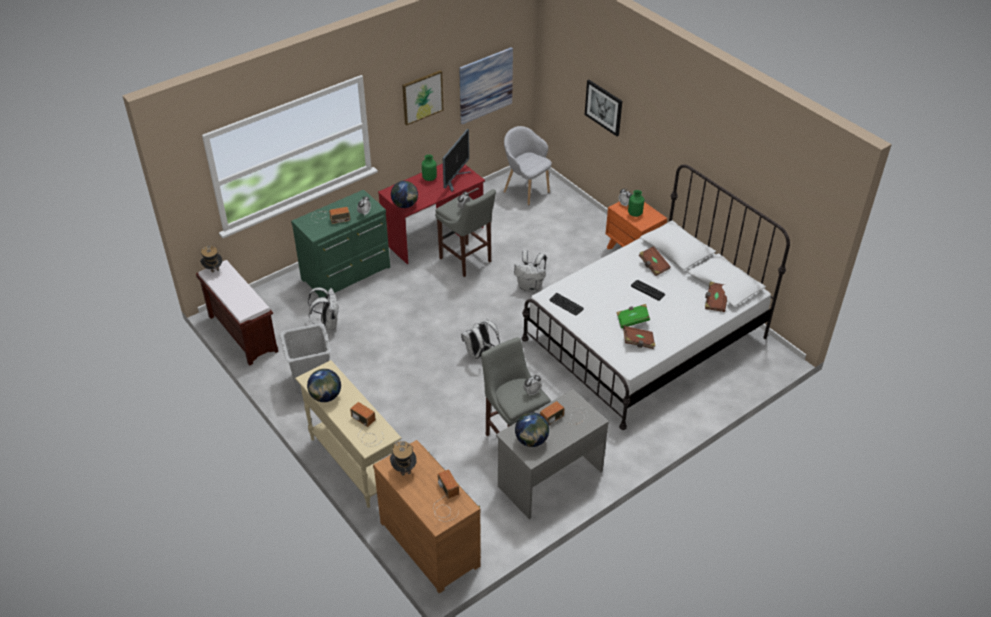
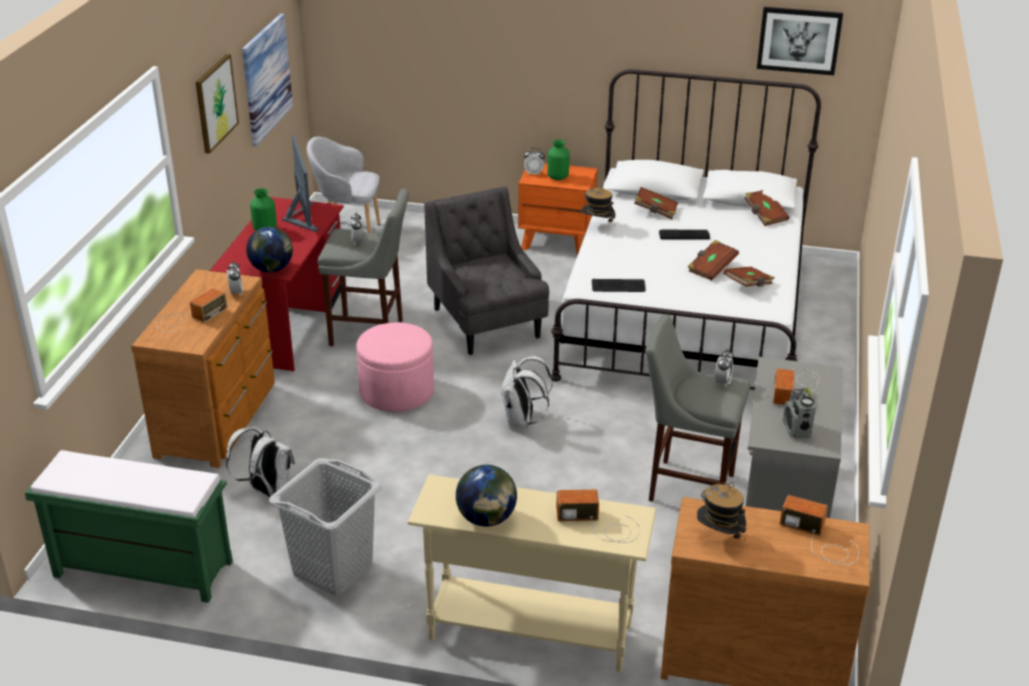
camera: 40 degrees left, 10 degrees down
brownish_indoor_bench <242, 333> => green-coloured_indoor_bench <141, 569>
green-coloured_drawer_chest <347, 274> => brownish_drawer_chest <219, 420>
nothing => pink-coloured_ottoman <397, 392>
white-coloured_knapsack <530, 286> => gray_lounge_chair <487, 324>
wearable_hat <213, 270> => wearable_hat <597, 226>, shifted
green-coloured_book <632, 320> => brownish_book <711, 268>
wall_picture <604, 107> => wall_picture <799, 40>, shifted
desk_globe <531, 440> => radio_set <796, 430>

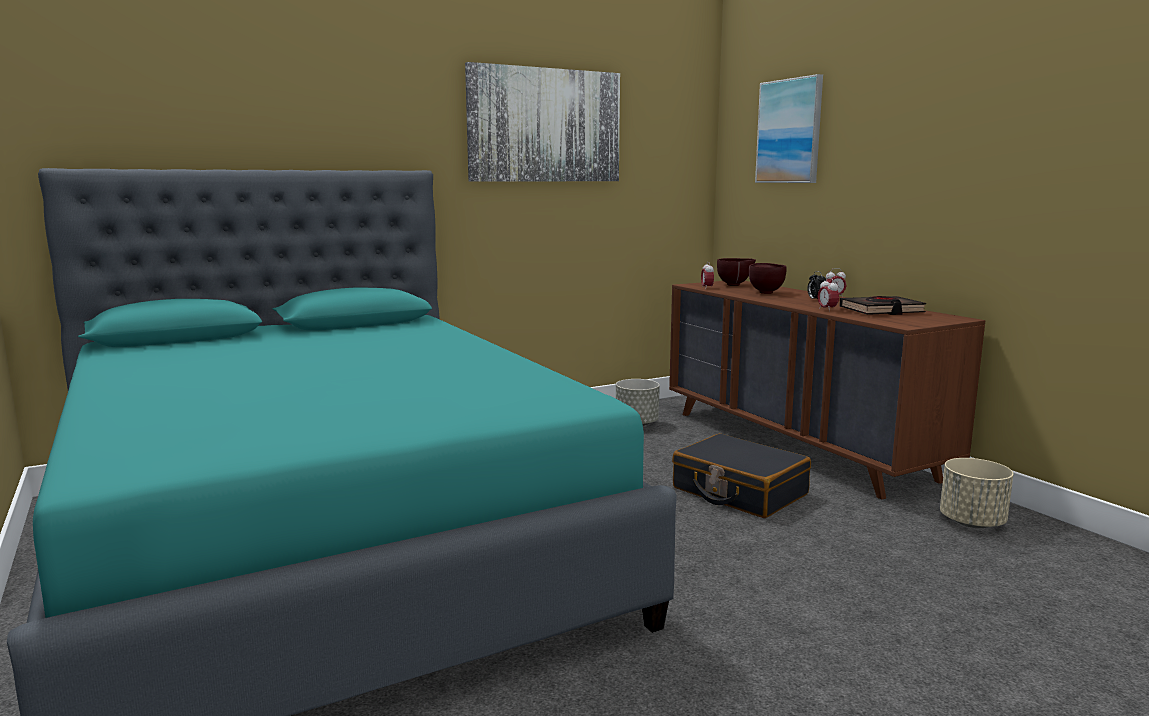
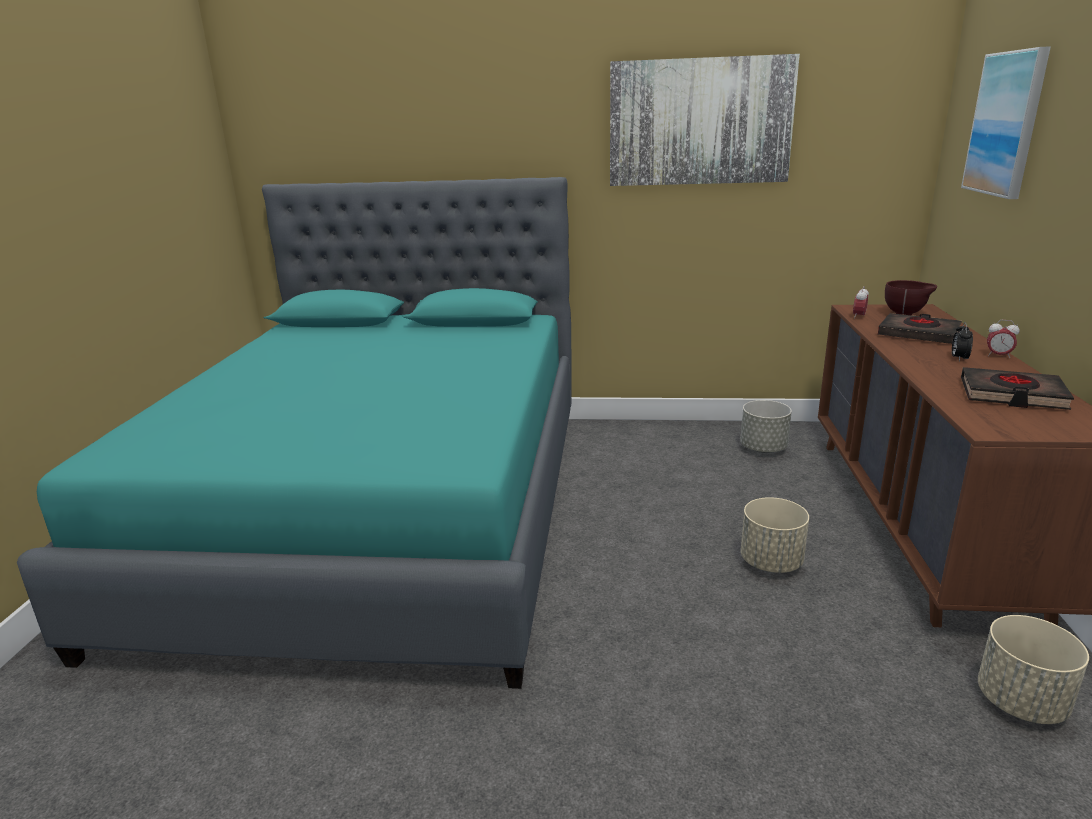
camera: 35 degrees right, 10 degrees up
blackish_travel_case <739, 492> => beige_planter <771, 563>
brownish_deep_dish <765, 292> => blackish_book <918, 334>
table_clock <827, 309> => nothing

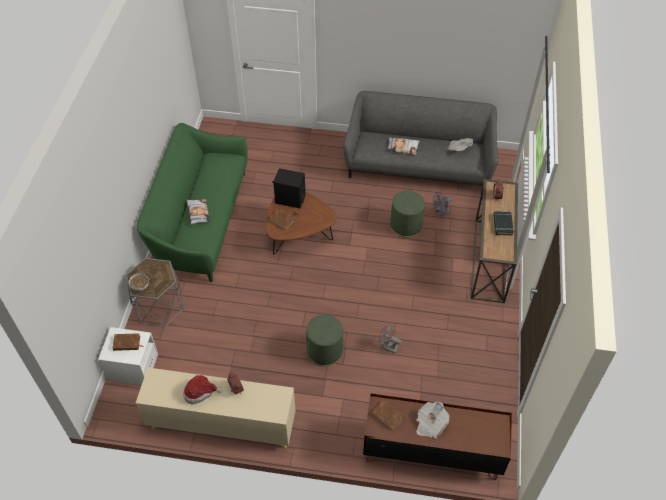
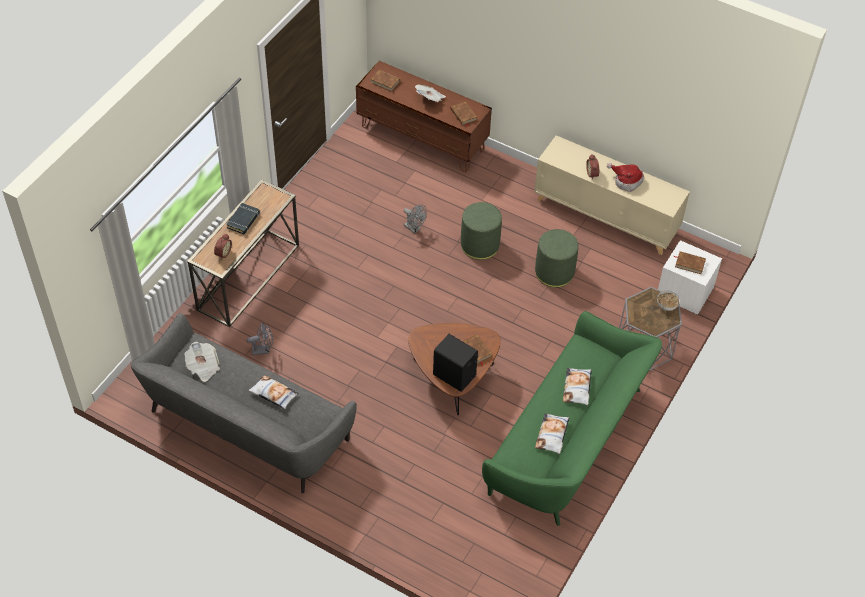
camera: 160 degrees left, 0 degrees up
nothing => brownish_book <385, 82>
green-coloured_ottoman <406, 225> => green-coloured_ottoman <554, 272>, shifted
nothing => pillow <552, 435>

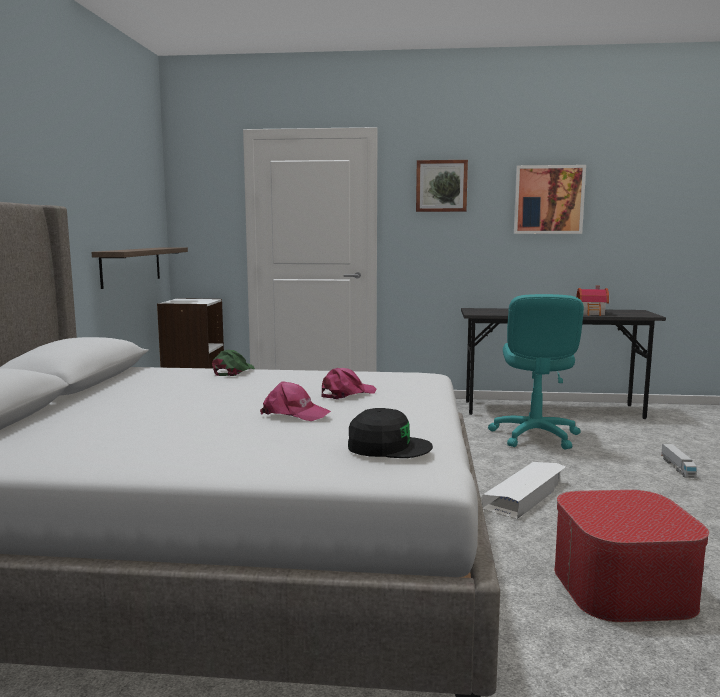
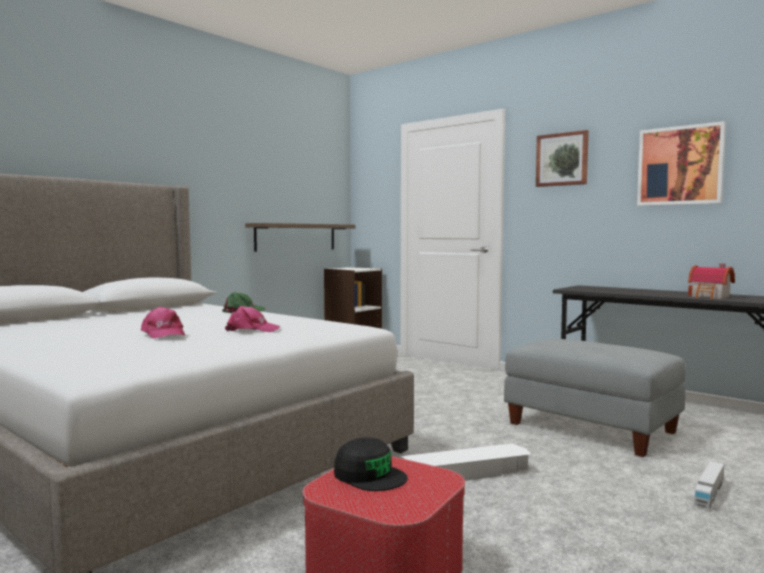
camera: 35 degrees right, 5 degrees down
blackish_baseball_cap <388, 446> => blackish_baseball_cap <369, 475>, shifted
blue-green_computer_chair <534, 436> => gray_ottoman <589, 428>

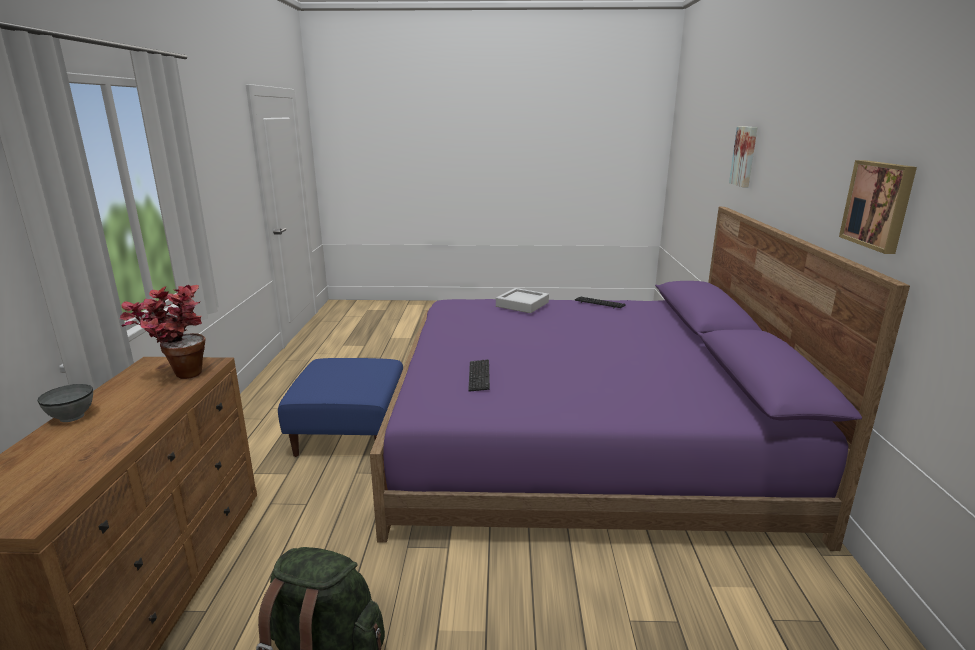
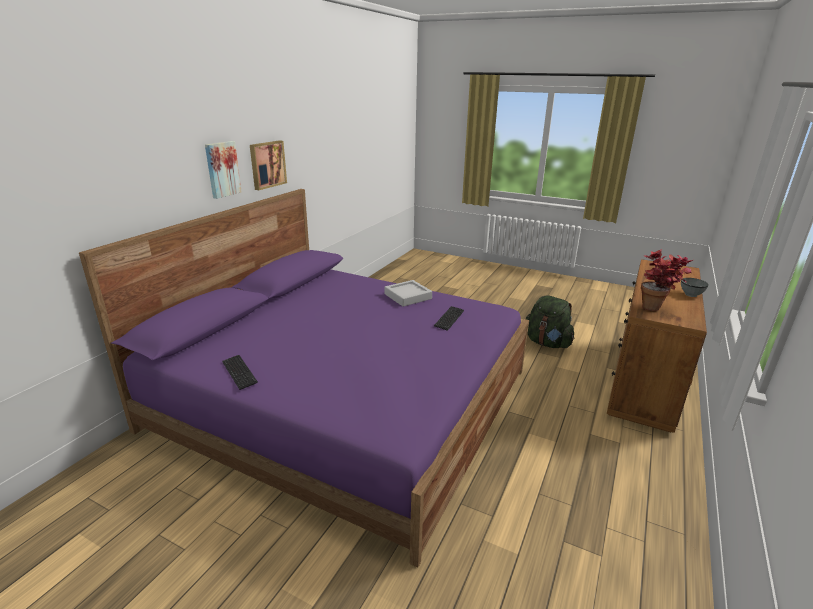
camera: 155 degrees left, 5 degrees up
wall_picture <745, 156> => wall_picture <222, 169>, shifted
gray_carrying_tray <522, 304> => gray_carrying_tray <408, 296>, shifted
bluish_ottoman <350, 432> => nothing

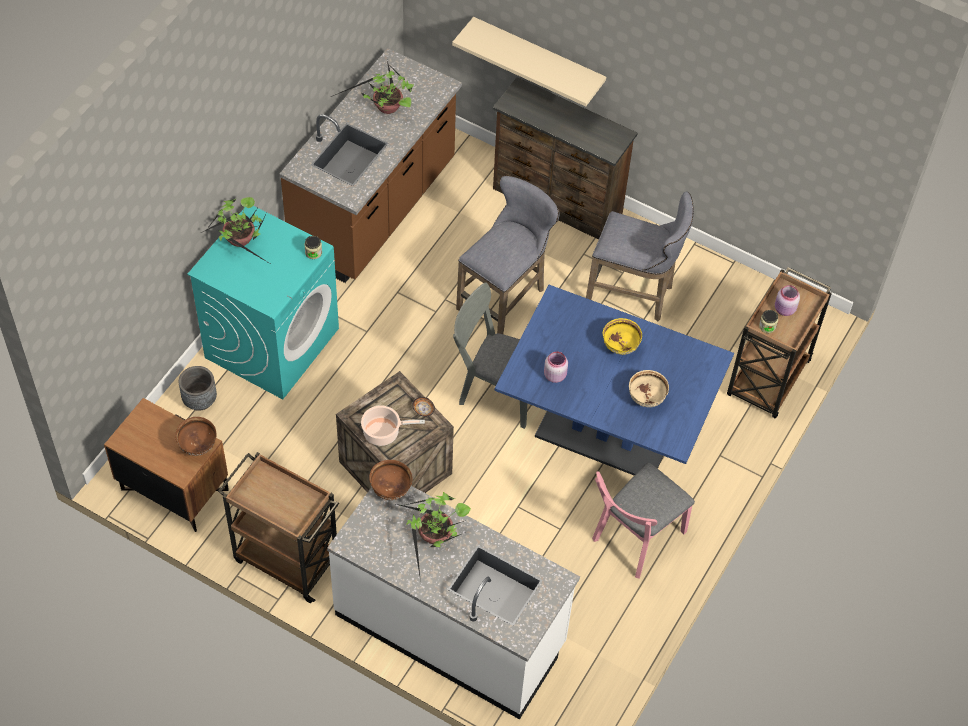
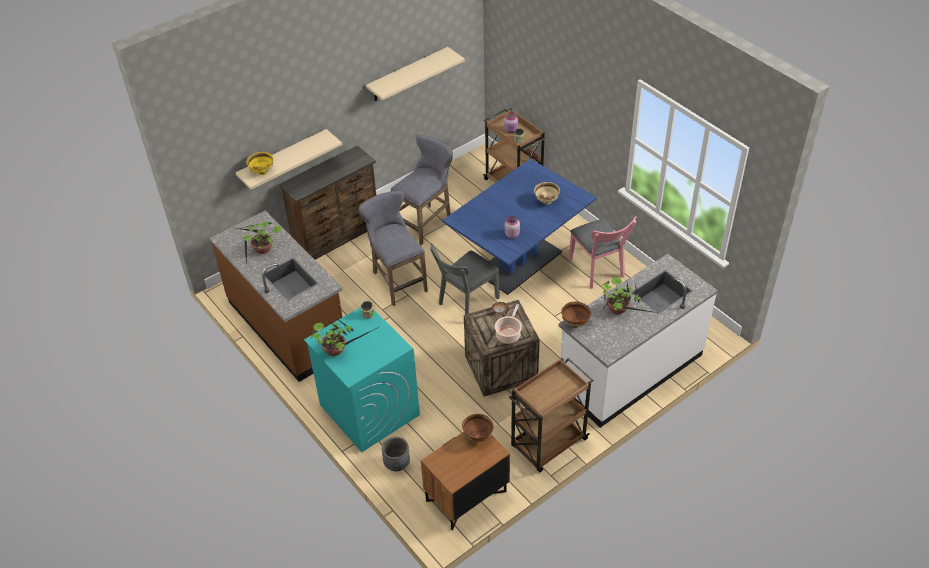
camera: 65 degrees left, 10 degrees down
yellow_deep_dish <620, 347> => yellow_deep_dish <262, 172>, shifted
nothing => beige_bracket_shelf <408, 74>

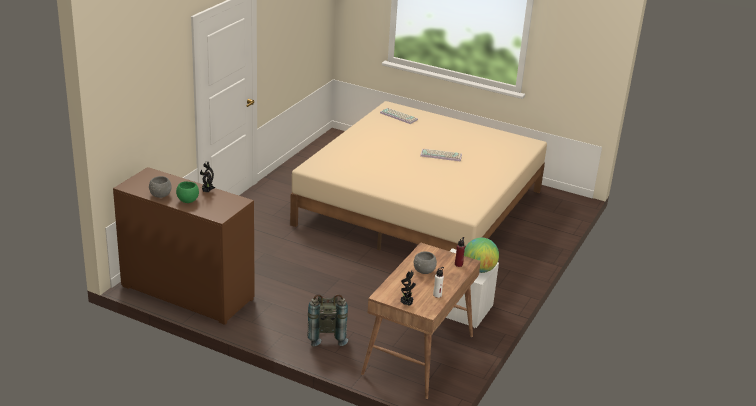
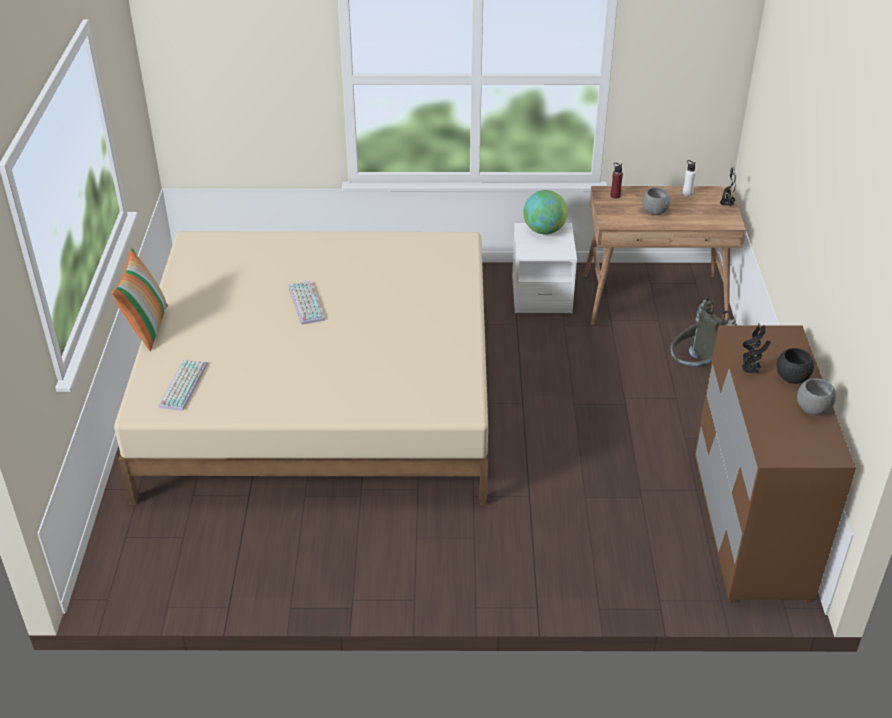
camera: 115 degrees left, 10 degrees up
nothing => pillow <146, 327>
green-coloured_deep_dish <188, 200> => blackish_deep_dish <792, 378>

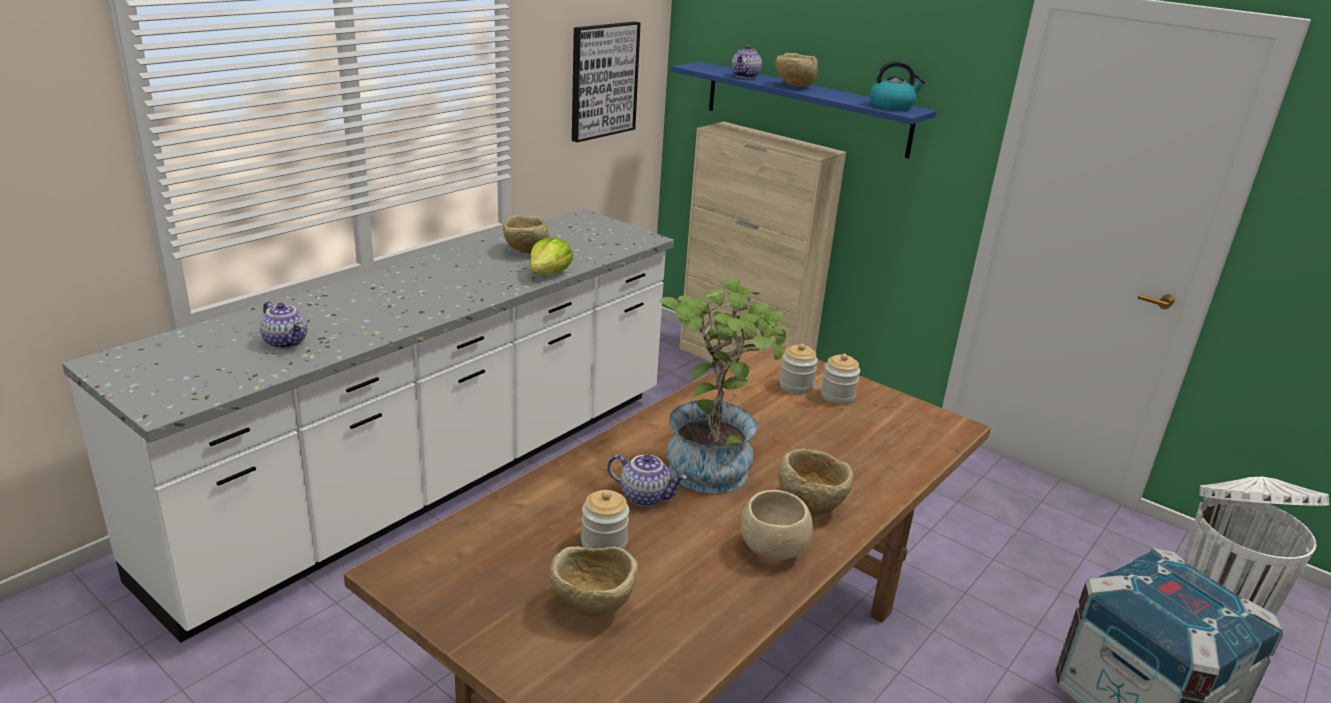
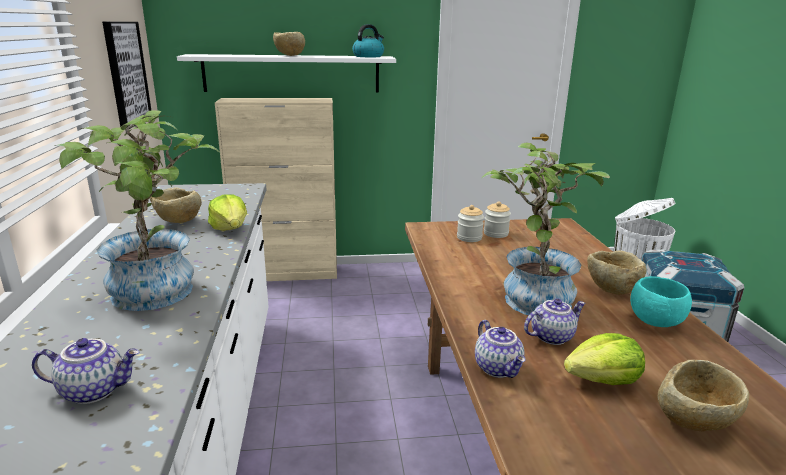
camera: 45 degrees left, 5 degrees down
nothing => potted_plant <160, 295>
bluish_bracket_shelf <805, 108> => white-coloured_bracket_shelf <292, 73>
tea_pot <746, 76> => tea_pot <499, 368>, shifted
storage_jar <604, 543> => lettuce <603, 380>
beige_deep_dish <771, 550> => blue-green_deep_dish <655, 322>

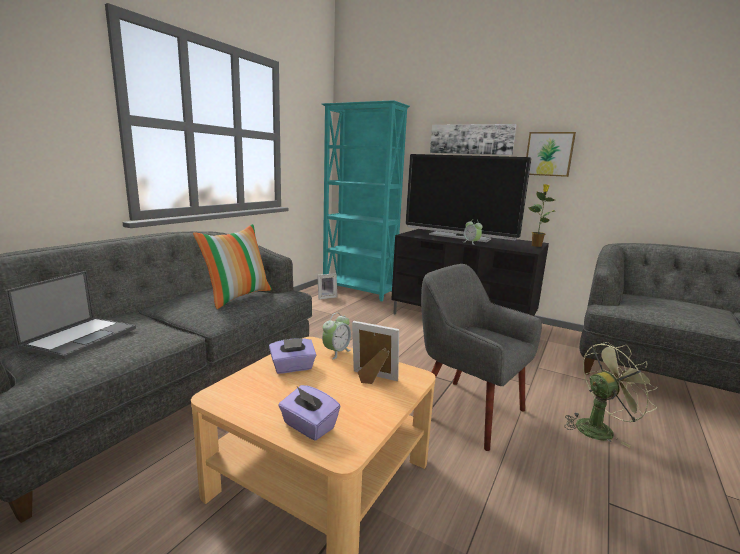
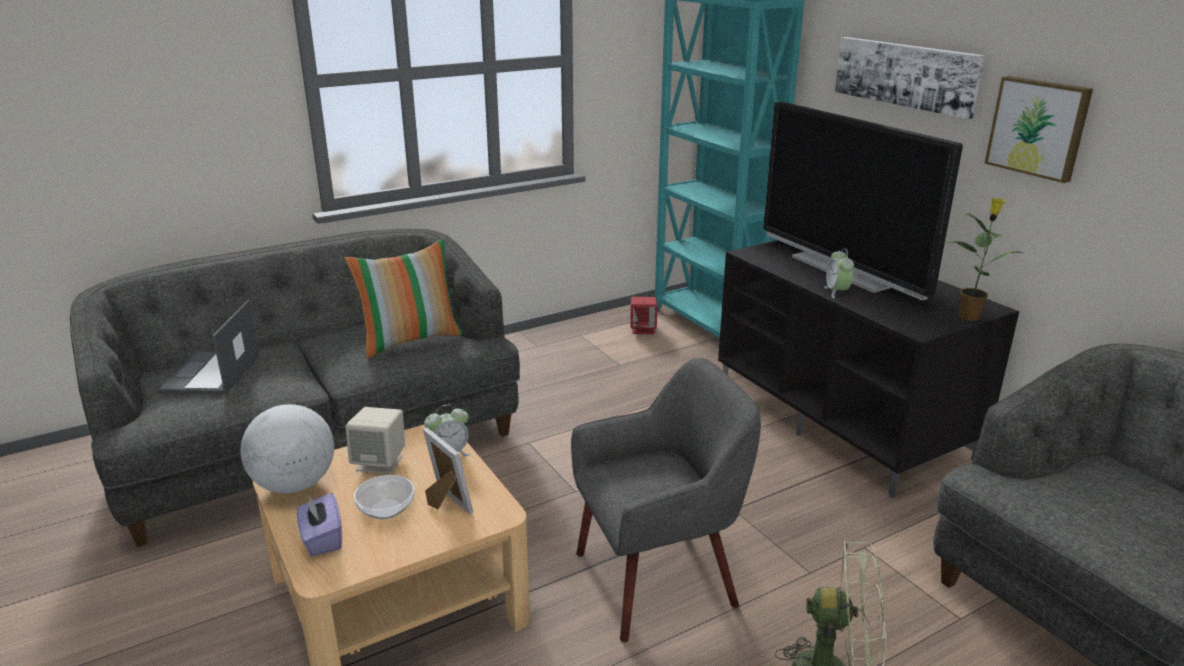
camera: 30 degrees right, 10 degrees up
notebook_computer <81, 337> => notebook_computer <211, 374>, 135 degrees clockwise
nothing => desk_globe <295, 484>
purplish_box_of_tissues <292, 367> => beige_speaker <380, 463>
nothing => deep_dish <386, 509>
gray_lounge_chair <468, 410> => gray_lounge_chair <657, 579>, 90 degrees clockwise
picture_frame <326, 297> => red_speaker <643, 329>

